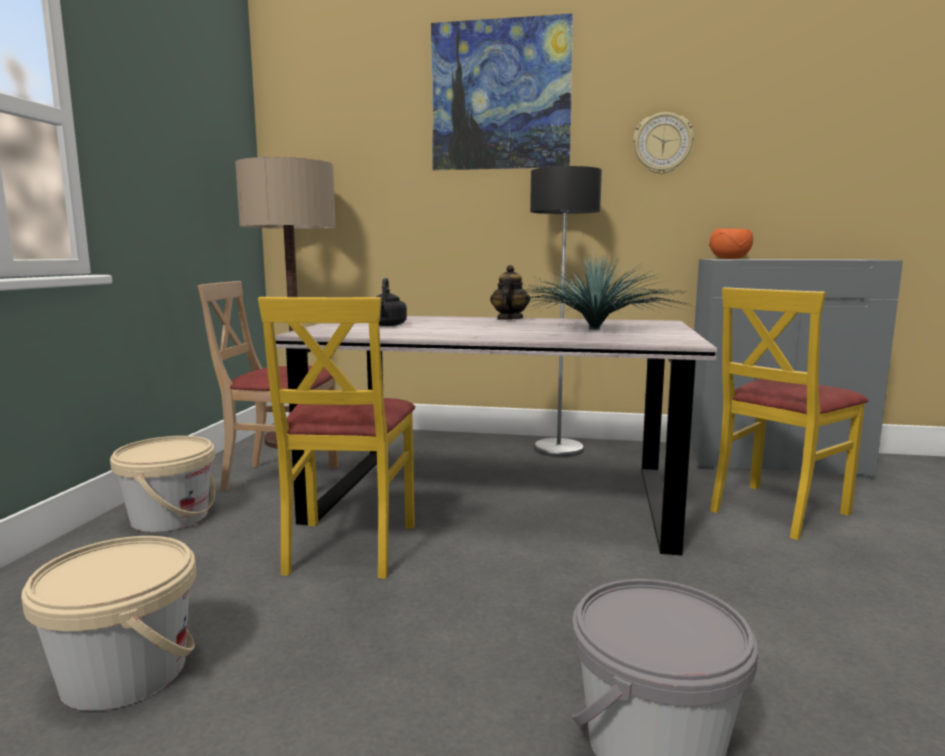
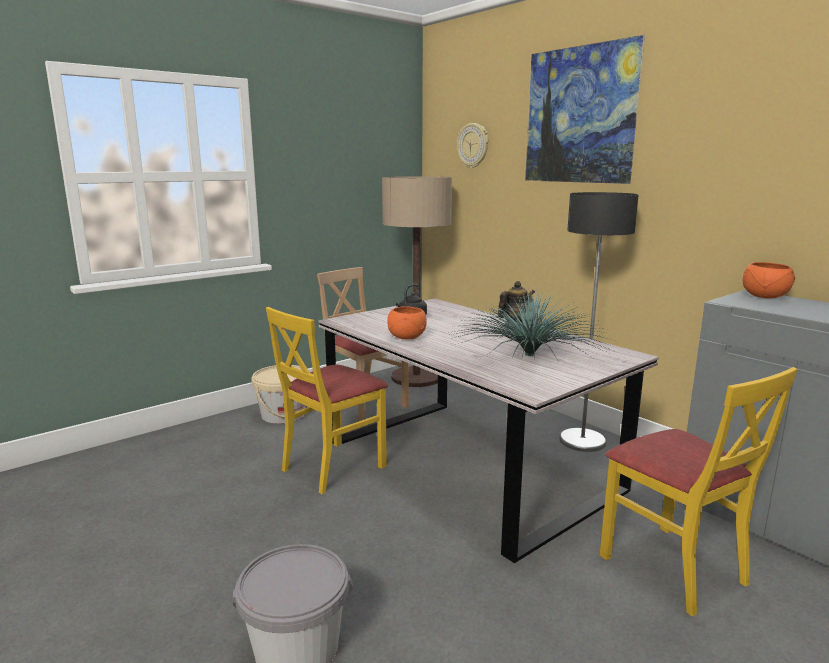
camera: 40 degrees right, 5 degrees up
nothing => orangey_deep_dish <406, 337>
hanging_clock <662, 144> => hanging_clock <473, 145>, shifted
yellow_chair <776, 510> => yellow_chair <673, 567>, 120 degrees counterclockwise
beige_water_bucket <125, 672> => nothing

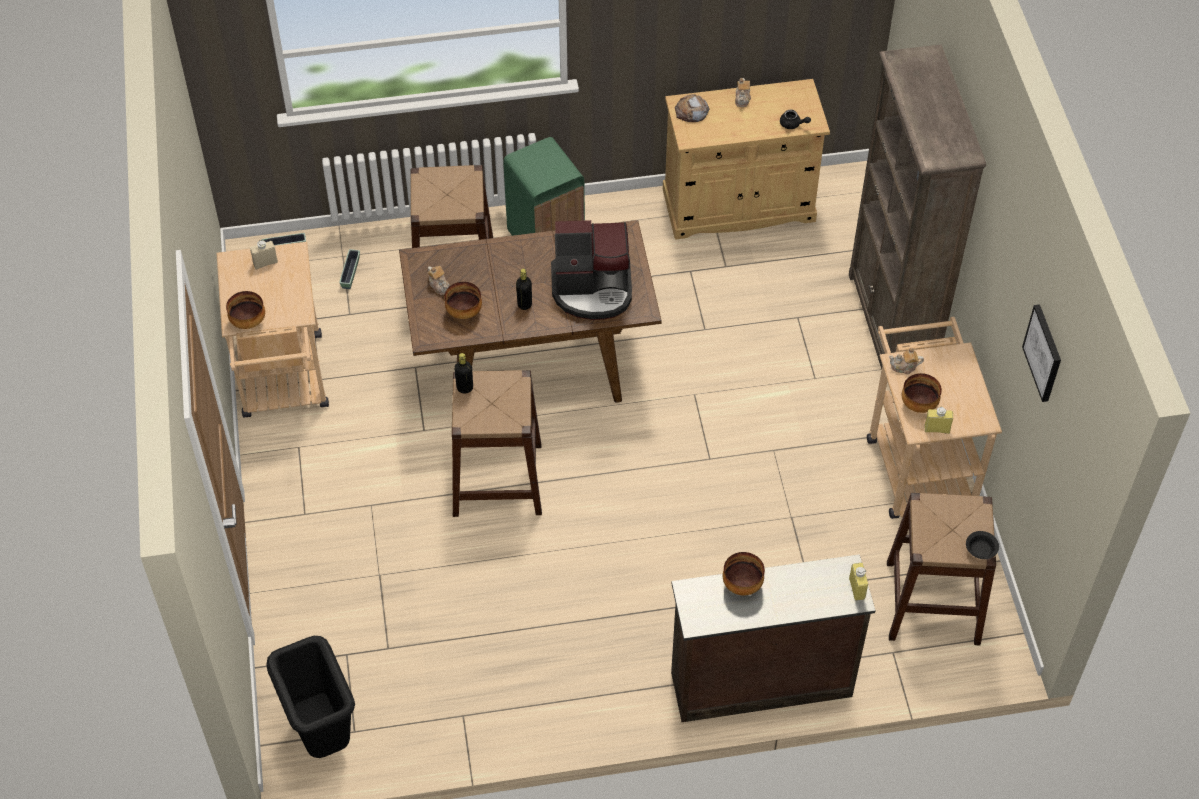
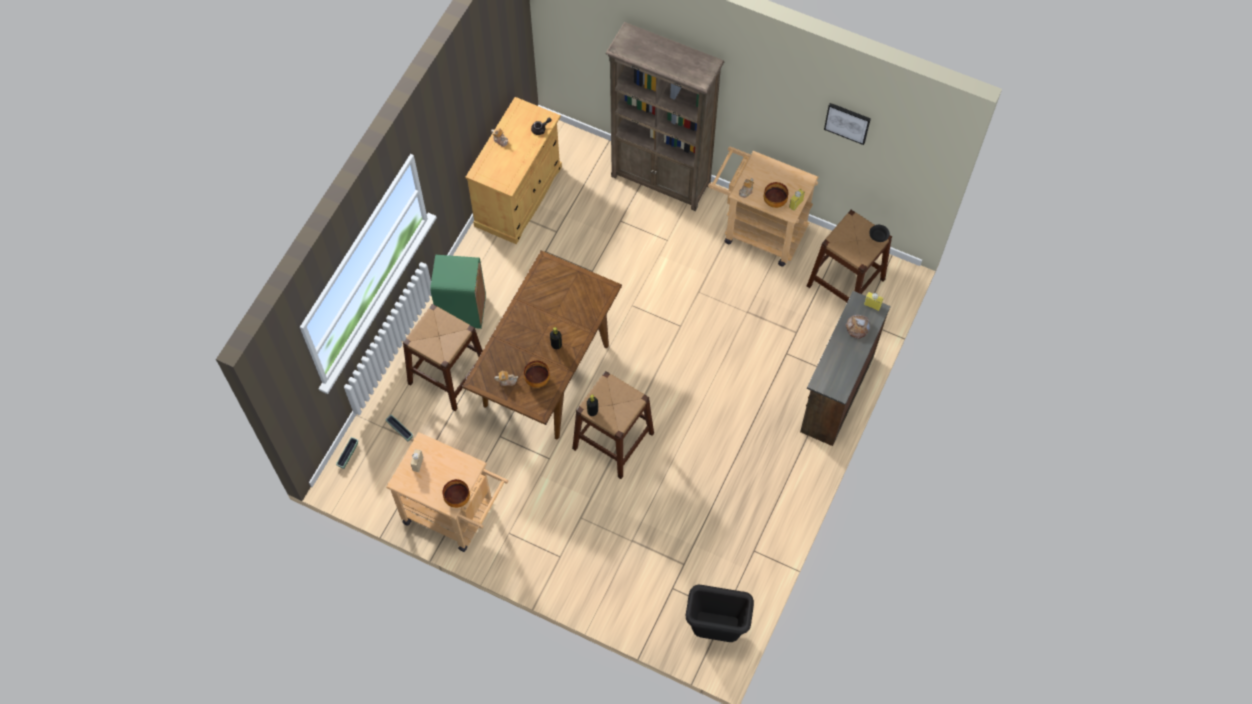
camera: 55 degrees left, 10 degrees up
baked_bread <691, 111> => baked_bread <857, 327>, shifted
coffee_machine <592, 290> => nothing
deep_dish <743, 585> => nothing

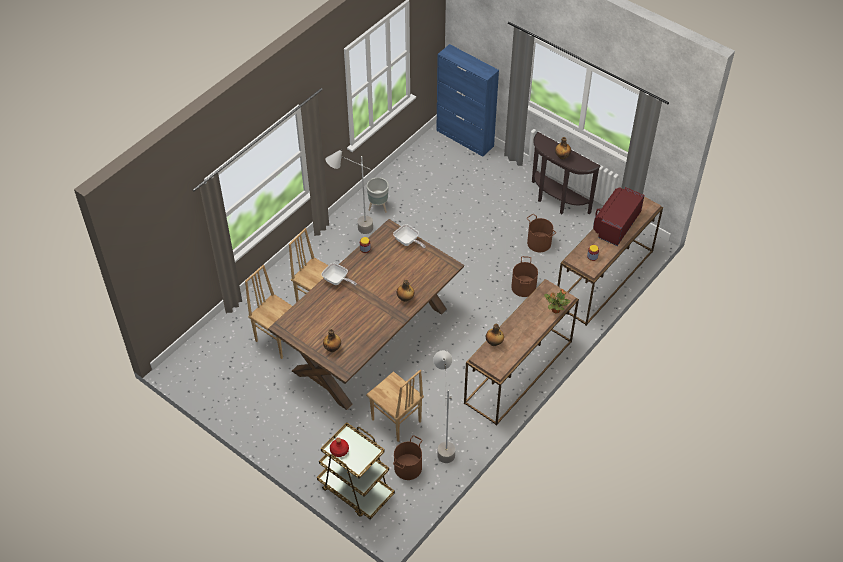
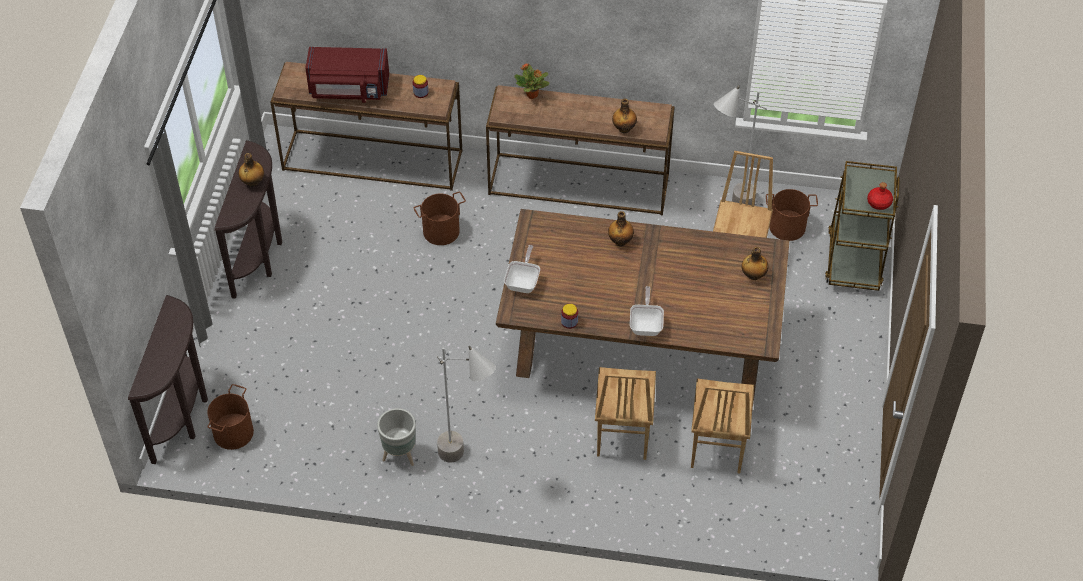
camera: 120 degrees left, 0 degrees up
bluish_cabinet <465, 138> => brownish_narrow_table <184, 415>
brownish_water_bucket <539, 243> => brownish_water_bucket <232, 432>, shifted

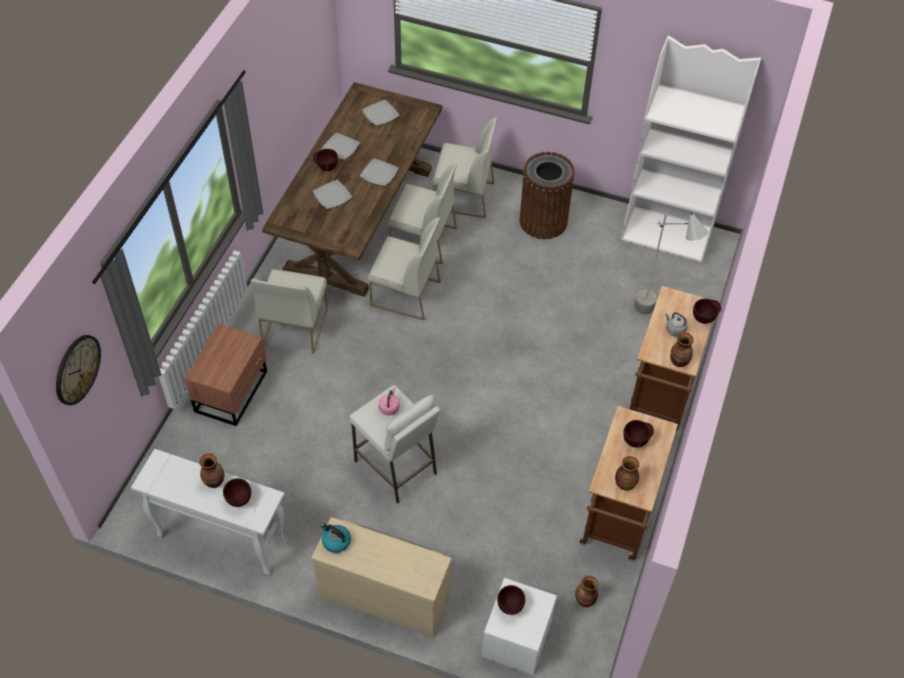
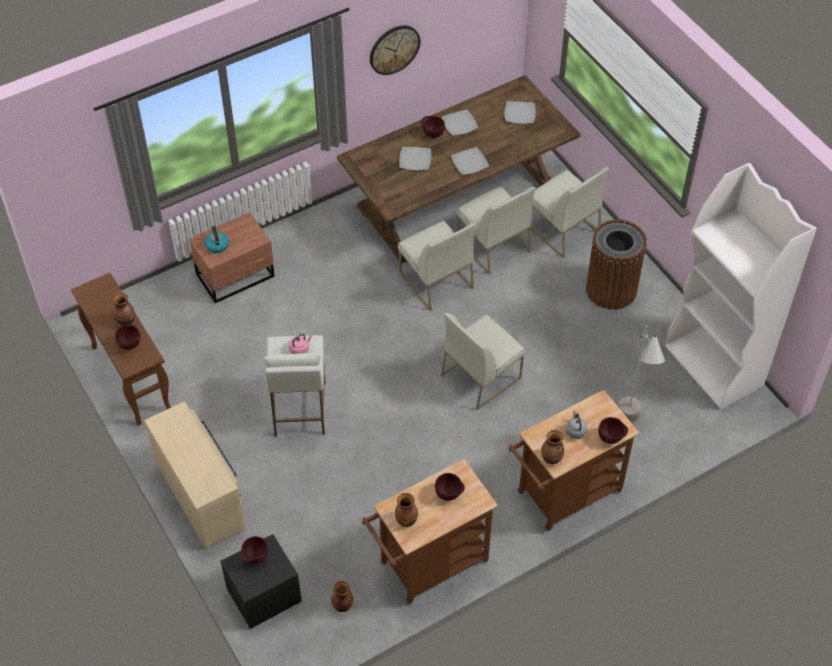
camera: 40 degrees right, 0 degrees up
white-coloured_narrow_table <220, 539> => brownish_narrow_table <130, 377>
water_kettle <336, 541> => water_kettle <217, 245>, shifted
white-coloured_bedside_table <516, 639> => blackish_bedside_table <264, 595>
hanging_clock <77, 369> => hanging_clock <394, 49>, shifted
white-coloured_chair <294, 326> => white-coloured_chair <481, 376>, shifted

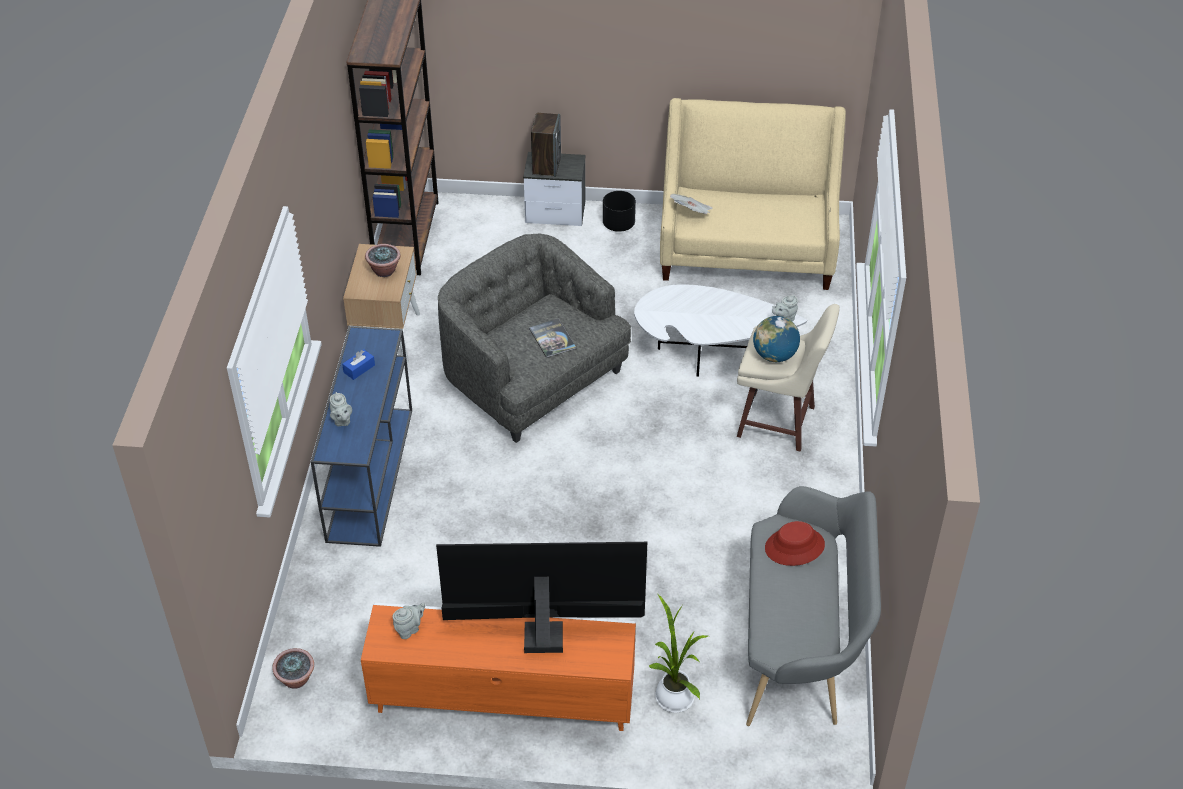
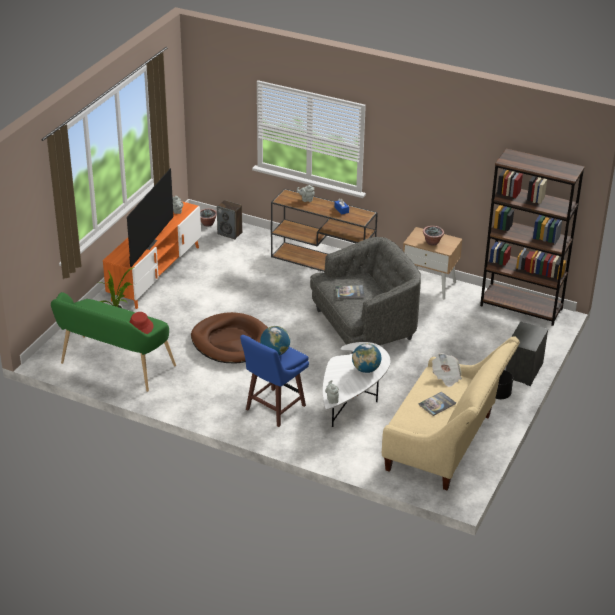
camera: 110 degrees right, 10 degrees down
gray_indoor_bench <801, 646> => green-coloured_indoor_bench <113, 367>
nothing => brownish_dog_bed <231, 342>
speaker <546, 165> => speaker <230, 233>, shifted
beige_stool <778, 423> => bluish_stool <274, 408>
bluish_narrow_table <370, 472> => brownish_narrow_table <323, 262>
nothing => desk_globe <366, 369>
nothing => book <437, 404>

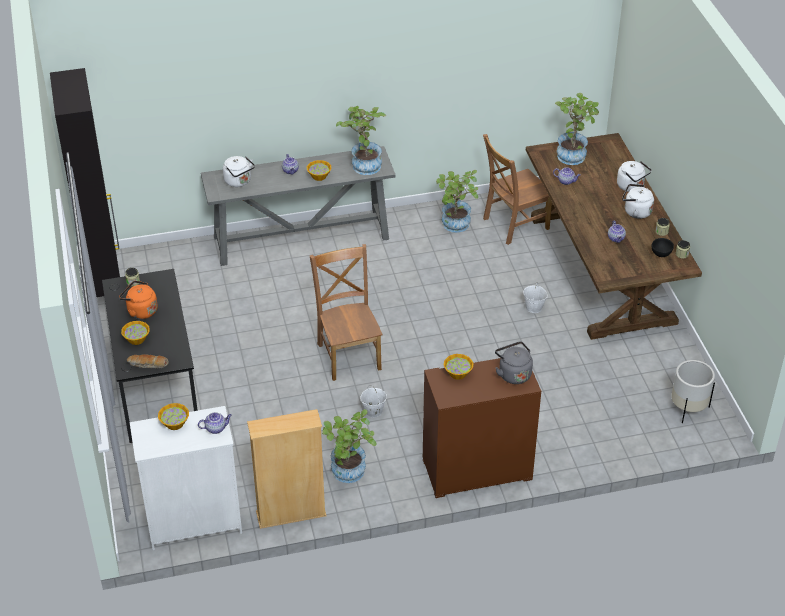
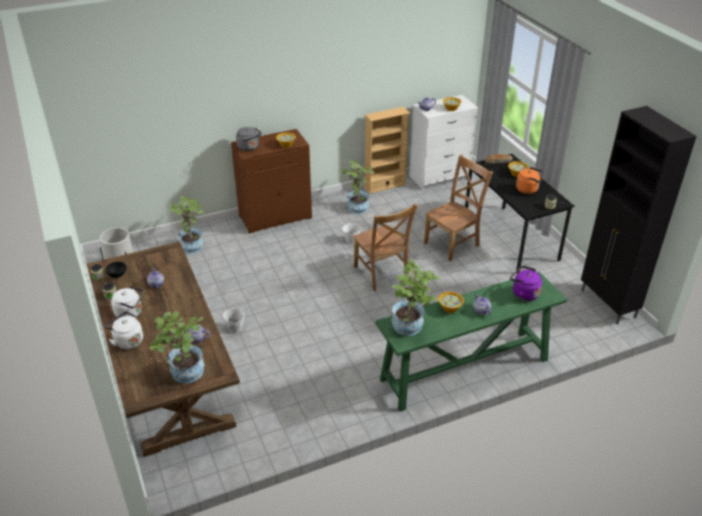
camera: 170 degrees right, 5 degrees down
potted_plant <455, 226> => potted_plant <192, 244>, shifted
gray_narrow_table <302, 238> => green-coloured_narrow_table <464, 370>
brownish_chair <513, 224> => brownish_chair <453, 243>, shifted
white-coloured_water_kettle <239, 181> => purplish_water_kettle <523, 293>

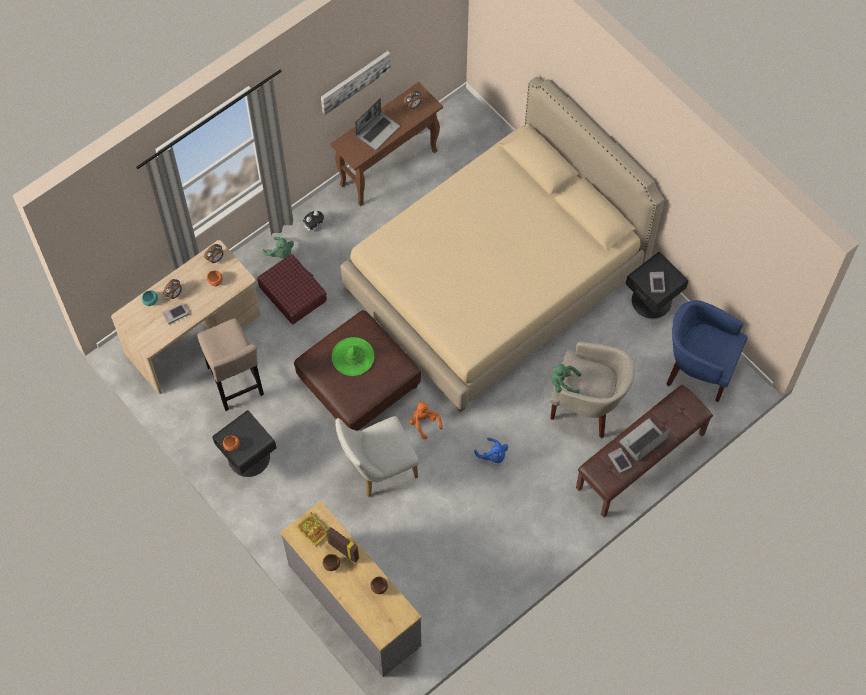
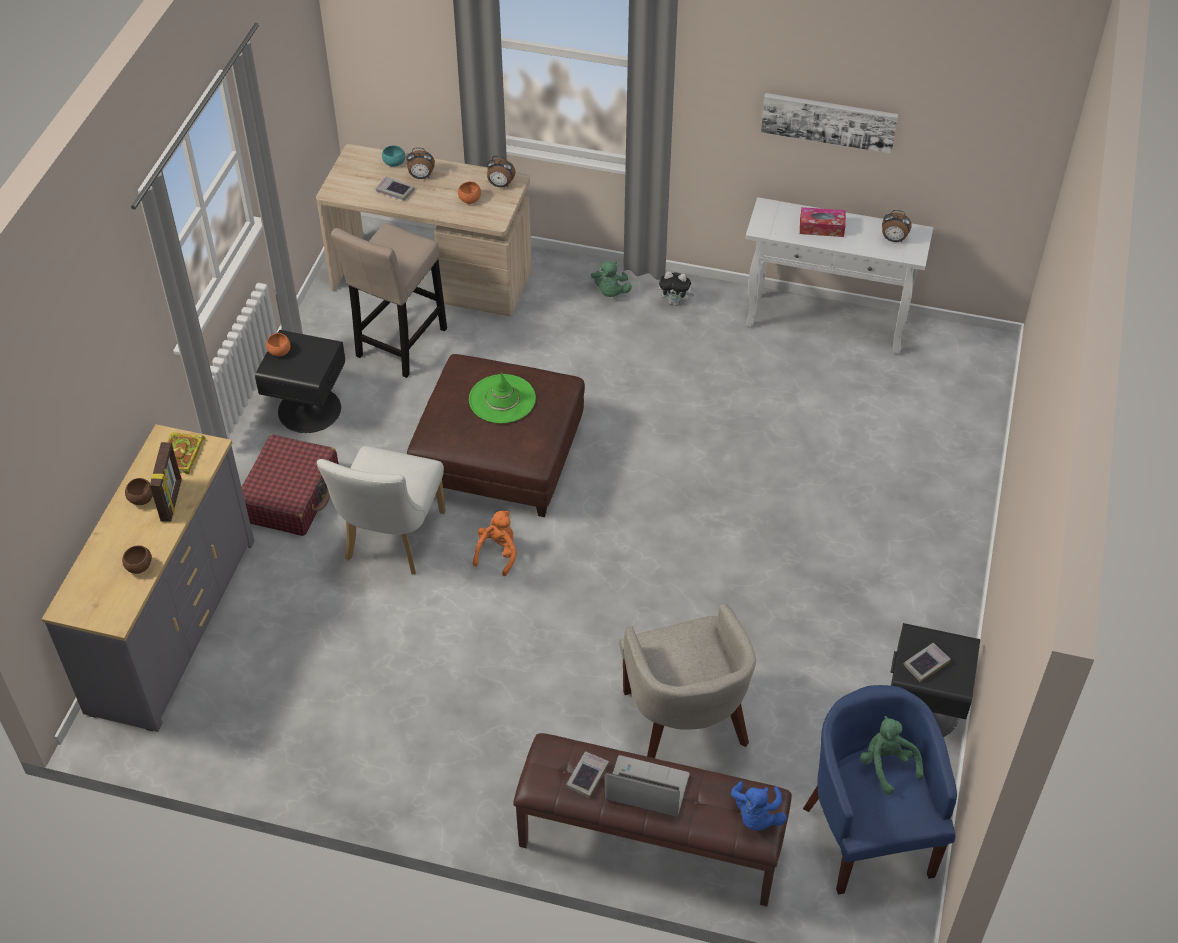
camera: 55 degrees right, 15 degrees down
red_travel_case <292, 293> => red_travel_case <290, 495>, shifted
white-coloured_chair <377, 469> => white-coloured_chair <391, 542>, 105 degrees counterclockwise
bluish_cuddly_toy <493, 455> => bluish_cuddly_toy <756, 816>, shifted
brownish_narrow_table <389, 167> => white-coloured_narrow_table <827, 324>
notebook_computer <377, 131> => box_of_tissues <821, 227>
green-coloured_cuddly_toy <563, 383> => green-coloured_cuddly_toy <887, 765>, shifted
beige_bedroom_bed <496, 279> => nothing

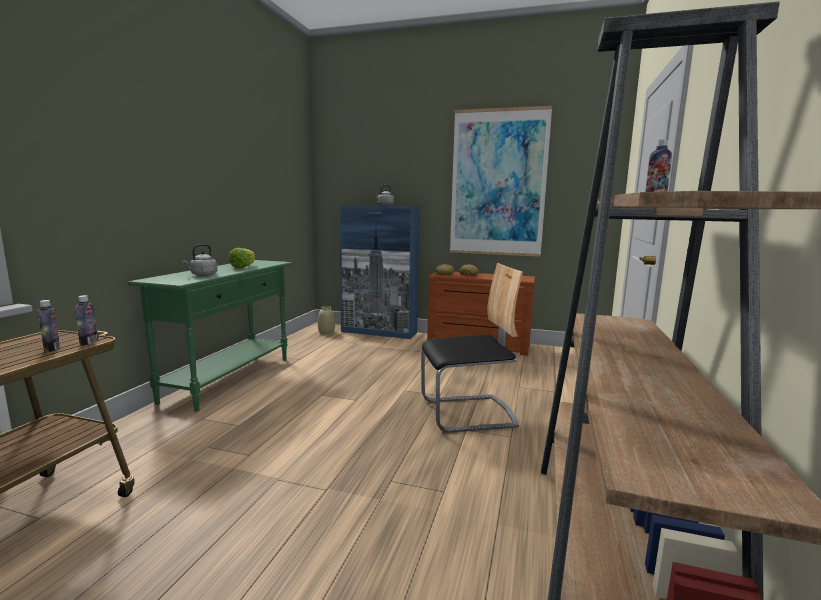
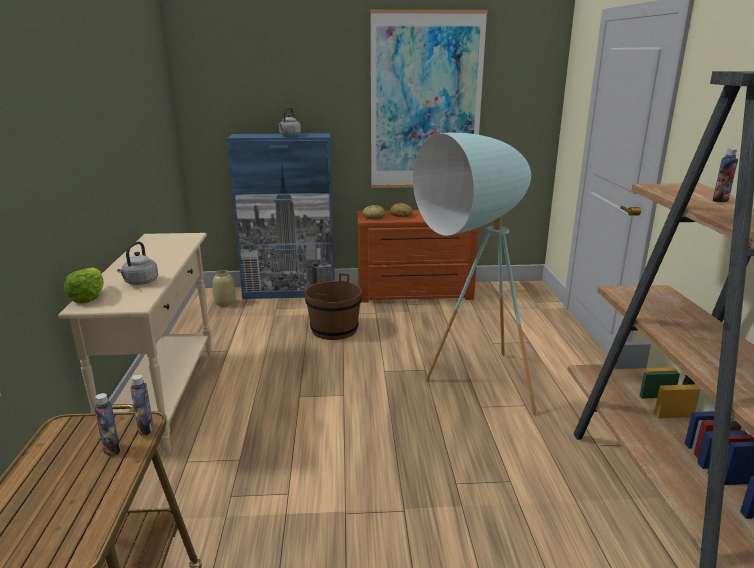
camera: 20 degrees left, 10 degrees up
green-coloured_narrow_table <230, 379> => beige_narrow_table <165, 397>
lettuce <243, 267> => lettuce <89, 297>, shifted
nothing => brownish_water_bucket <334, 330>
chair <468, 413> => blue-green_standing_lamp <468, 386>

